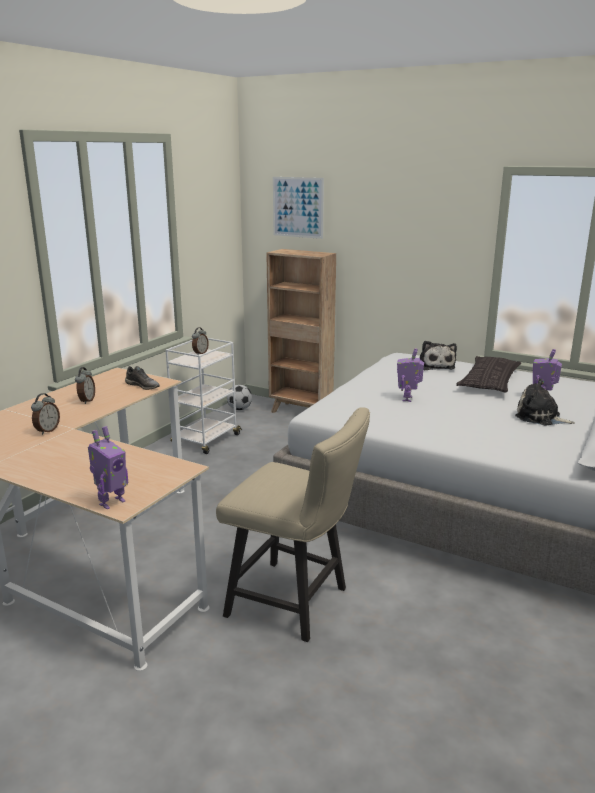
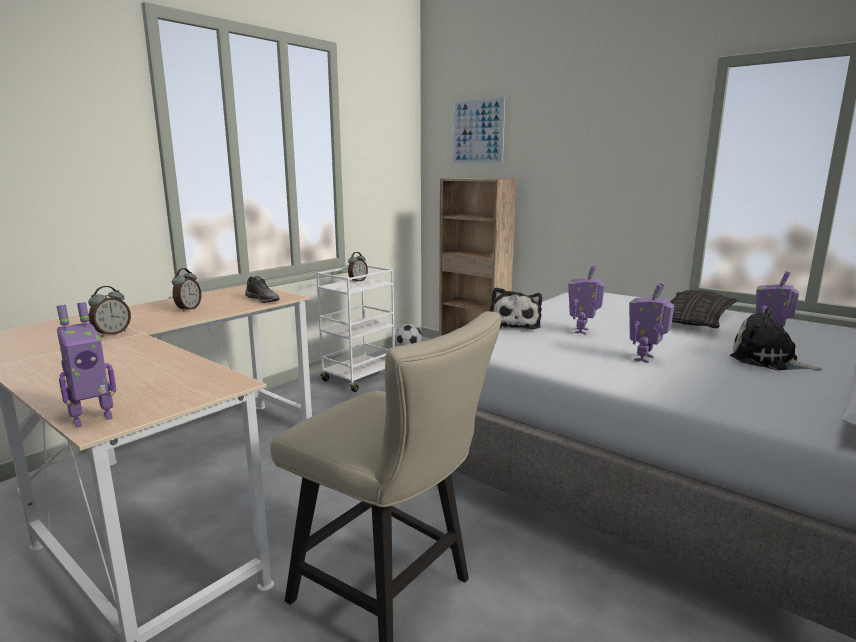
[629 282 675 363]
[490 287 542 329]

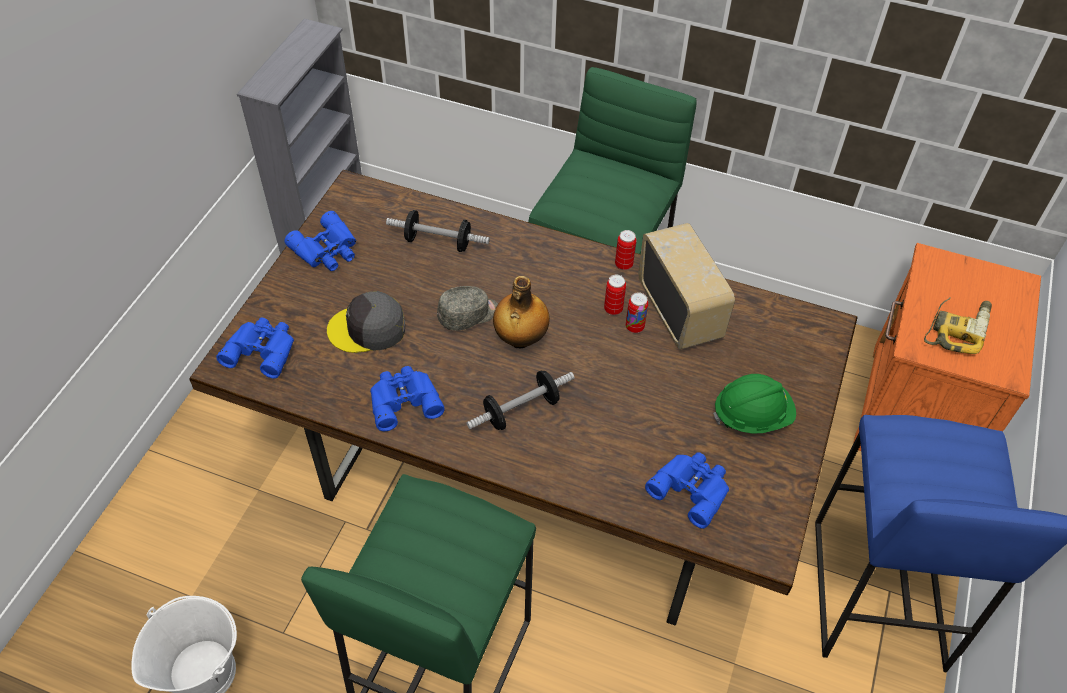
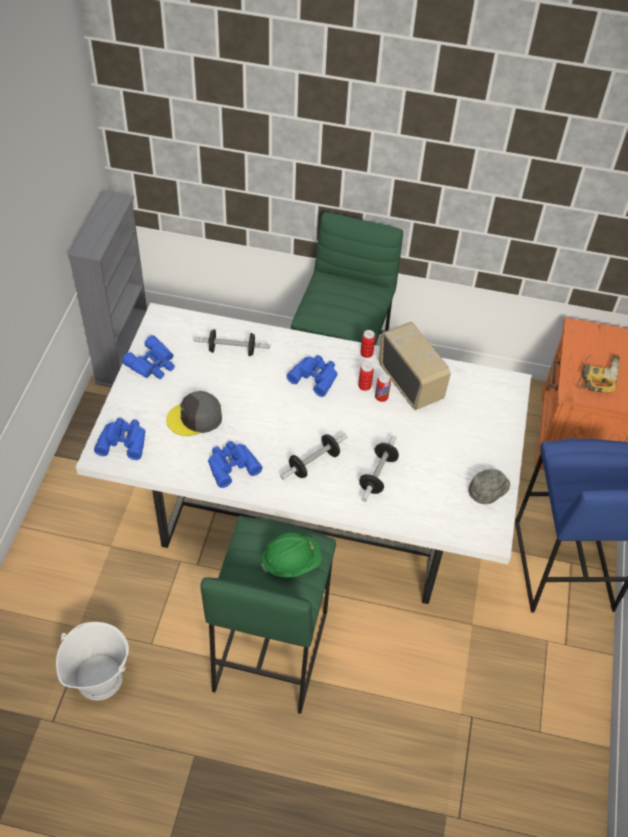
[493 276 550 349] (first image)
[359 436 399 502]
[468 469 510 504]
[286 355 338 397]
[261 532 322 577]
[76 303 531 604]

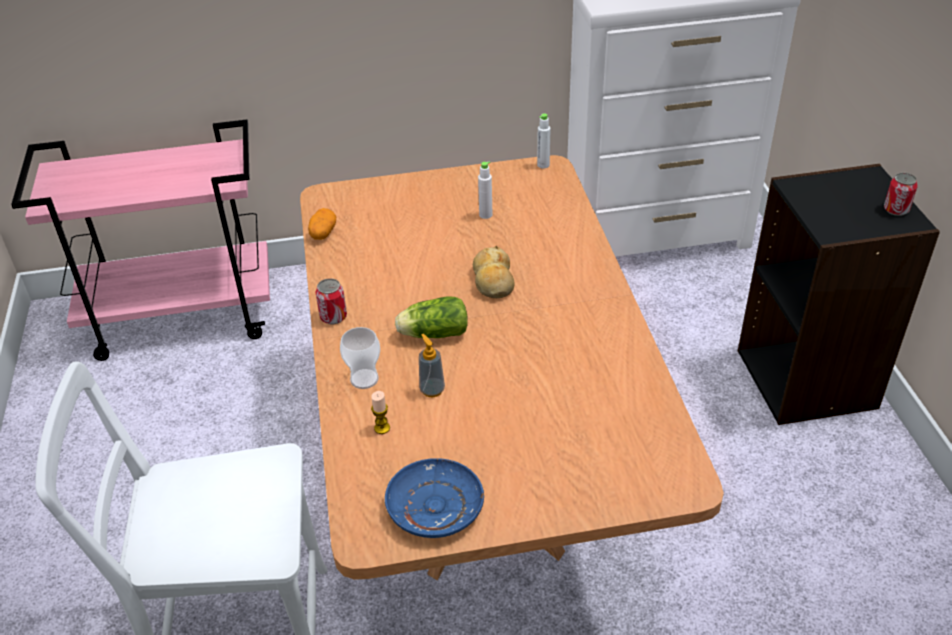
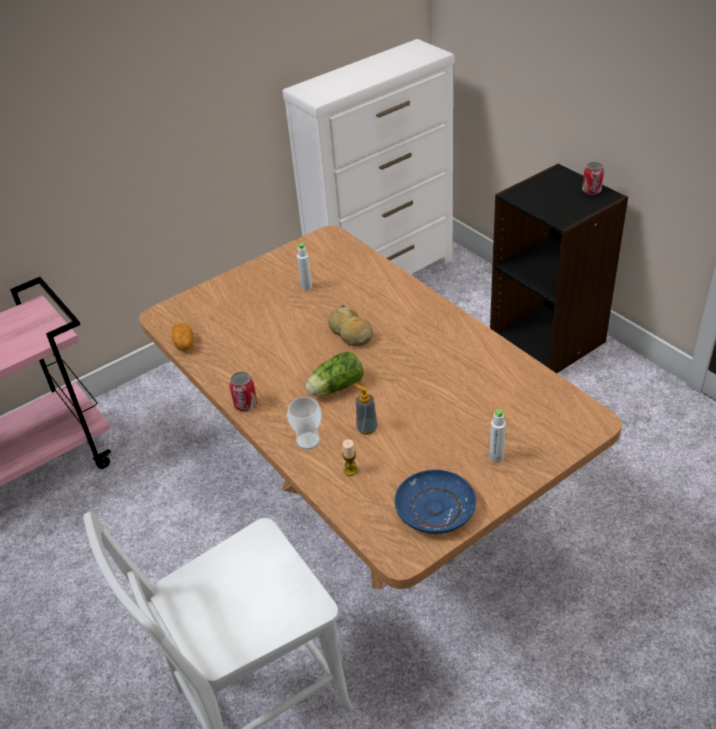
[489 409 506 463]

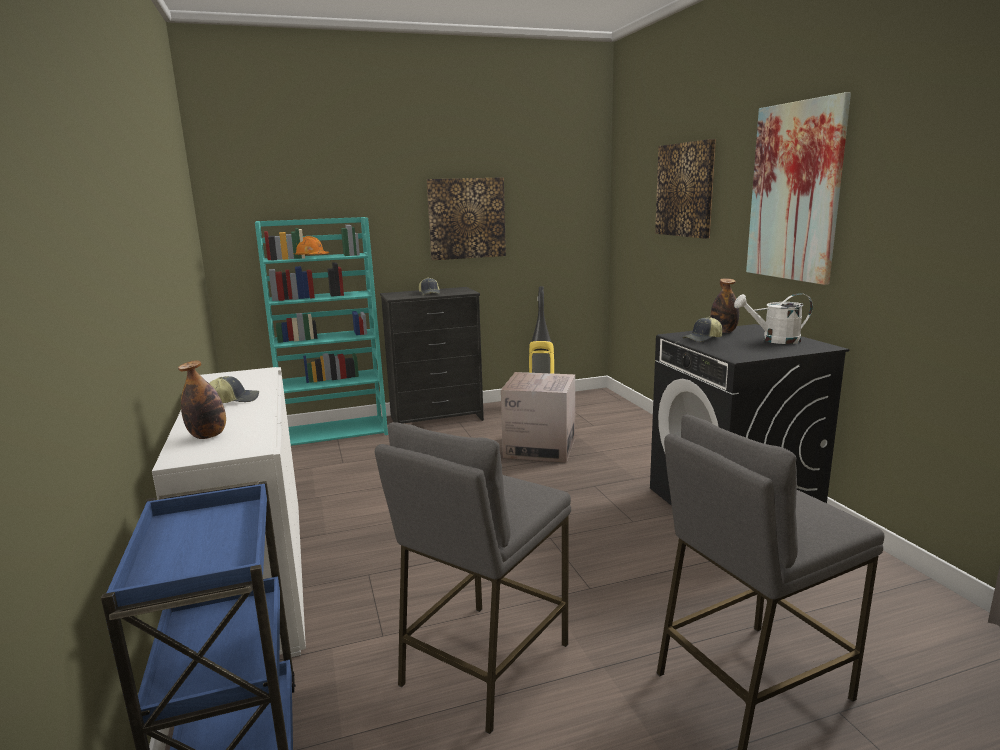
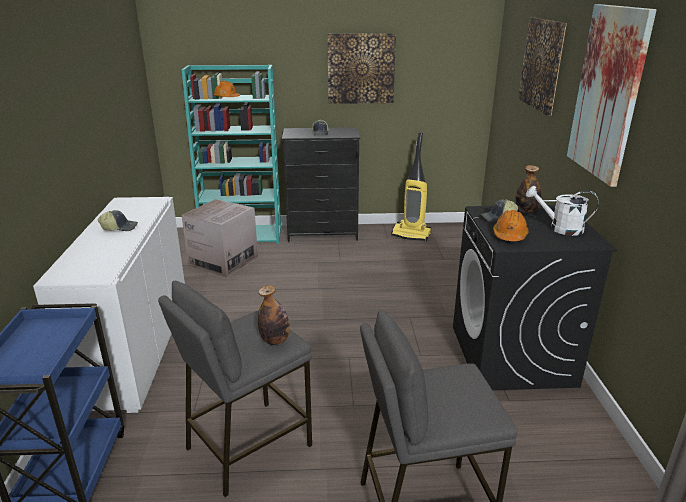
[493 210 529 241]
[258 285 290 345]
[181 199 258 277]

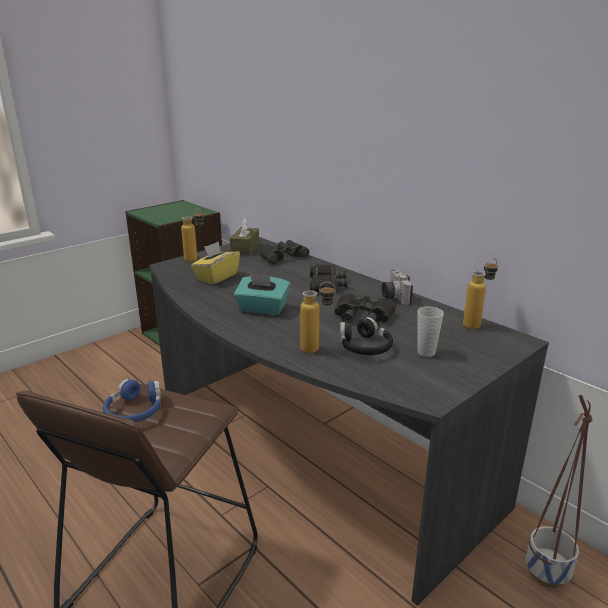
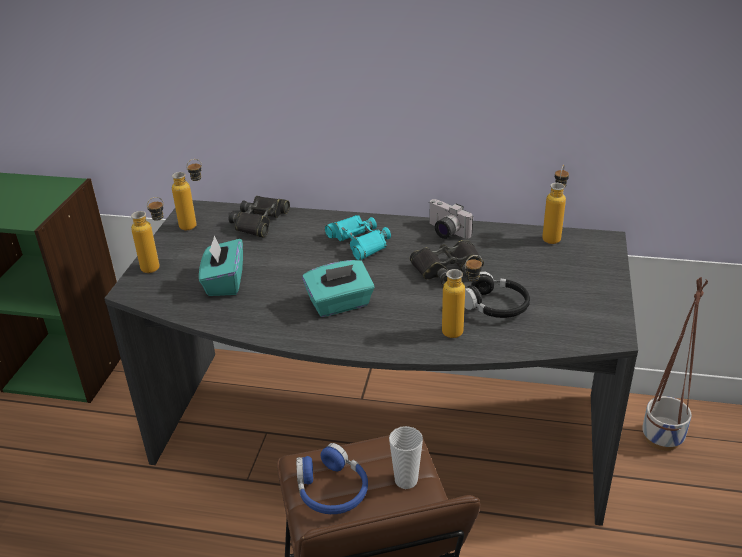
[389 426 423 489]
[172 159 202 230]
[199 236 243 296]
[325 215 391 260]

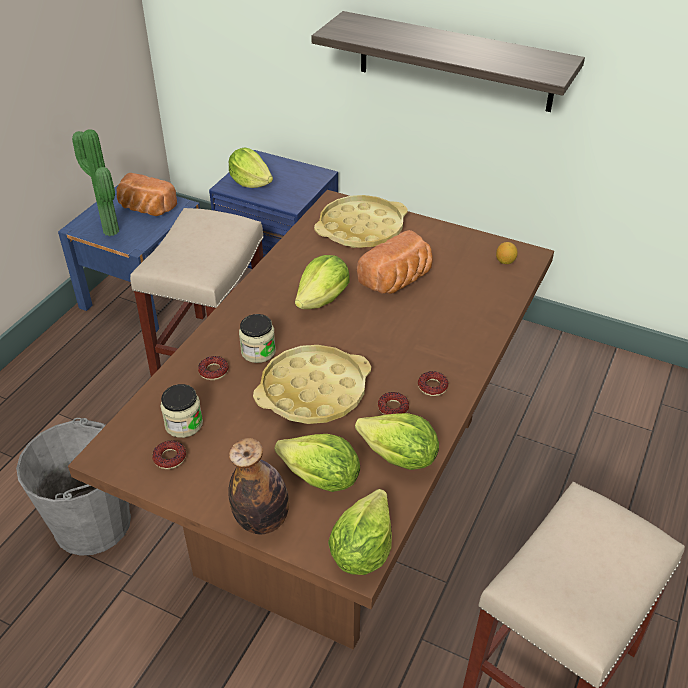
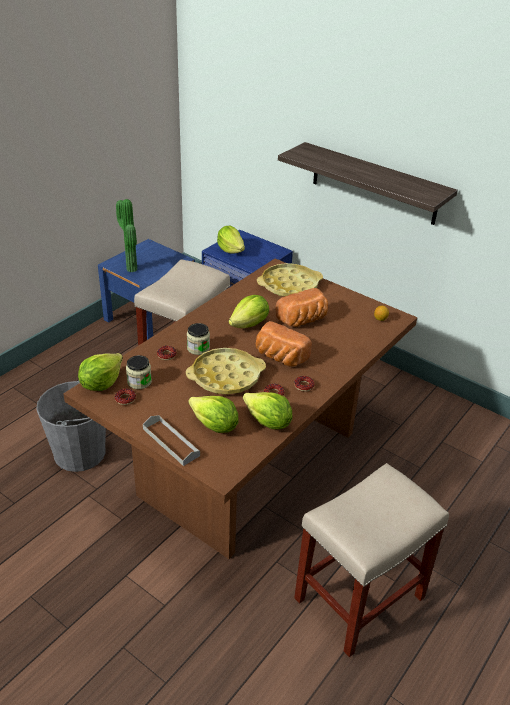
[256 321 312 367]
[78 353 123 391]
[143 415 200 466]

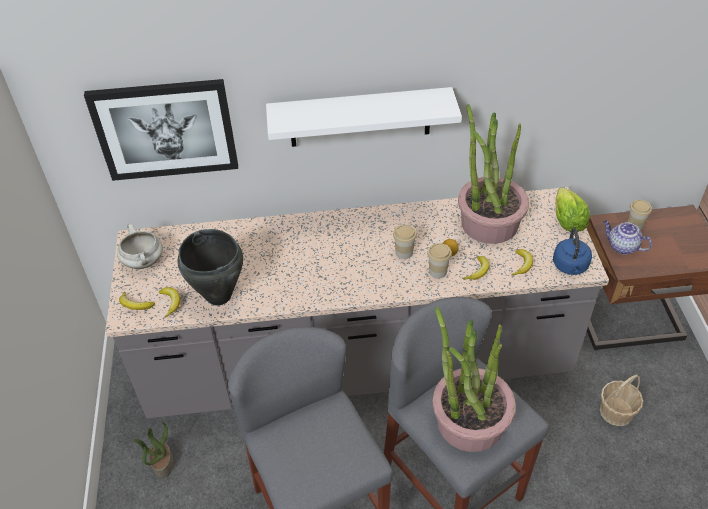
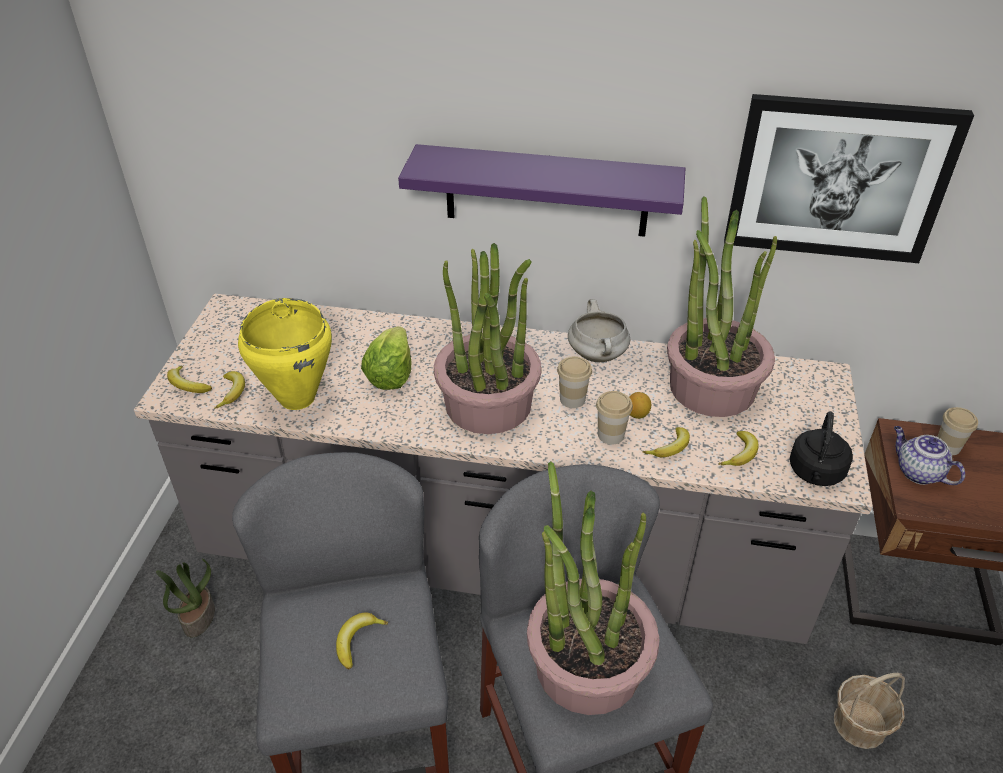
[336 612 388 669]
[434 243 541 434]
[724 94 974 263]
[568 299 630 362]
[361 326 411 390]
[238 298 332 410]
[398 144 686 237]
[790 411 853 486]

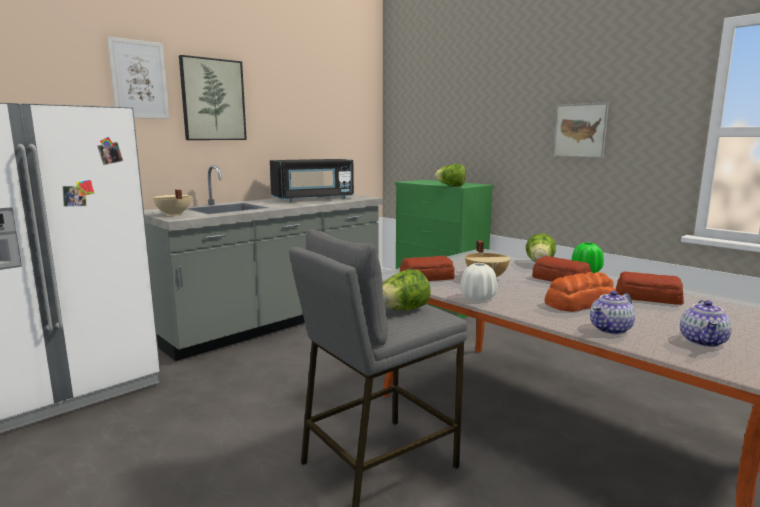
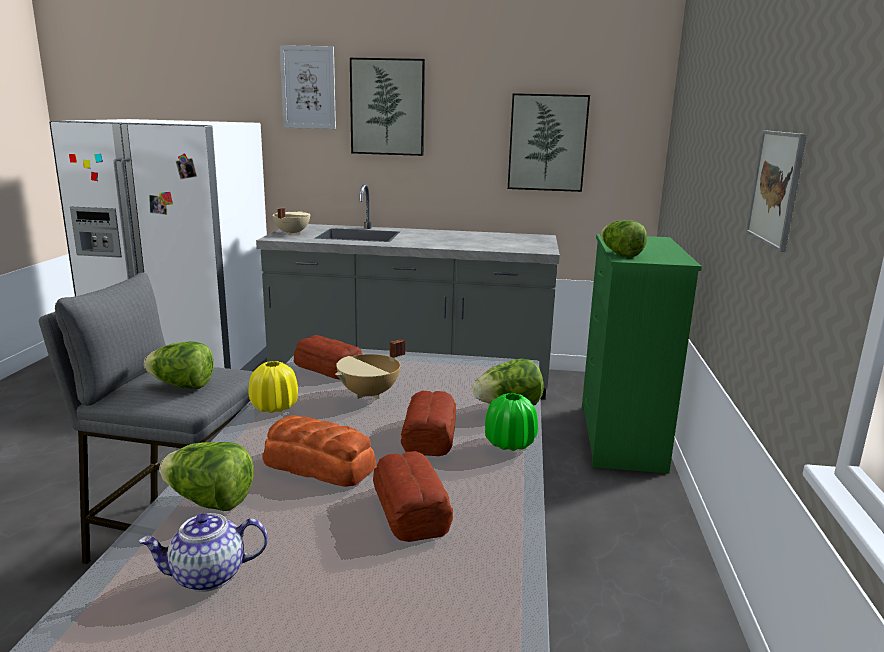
[270 159 354 202] (first image)
[508 93 590 192]
[159 442 254 511]
[248 361 298 413]

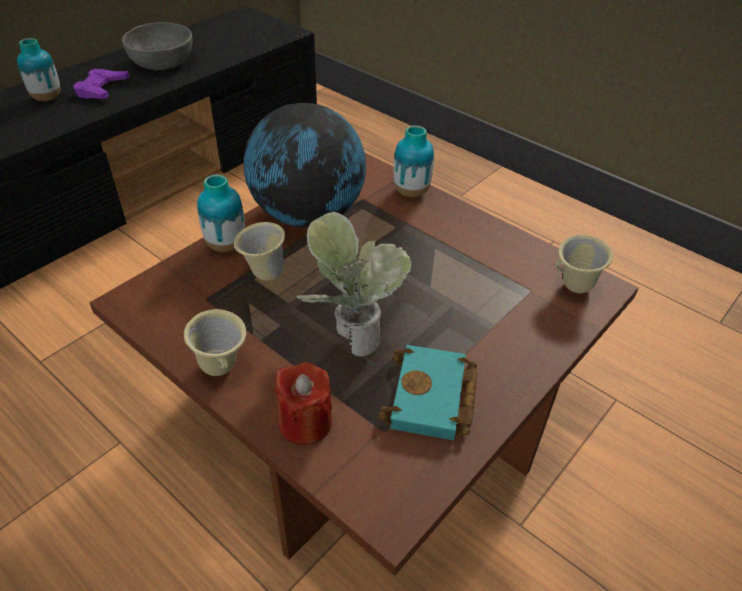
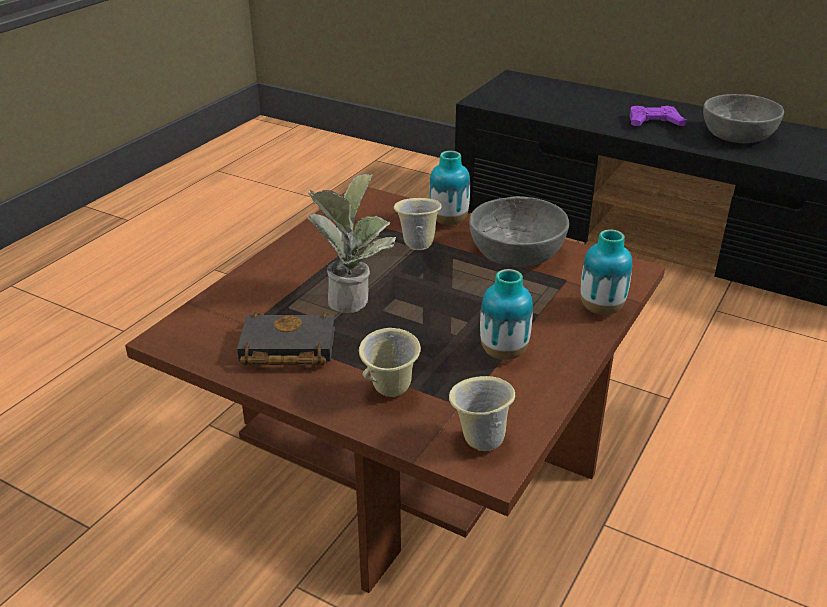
[275 362 332 445] (first image)
[480 269 533 360]
[359 328 421 397]
[469 196 569 267]
[237 312 335 365]

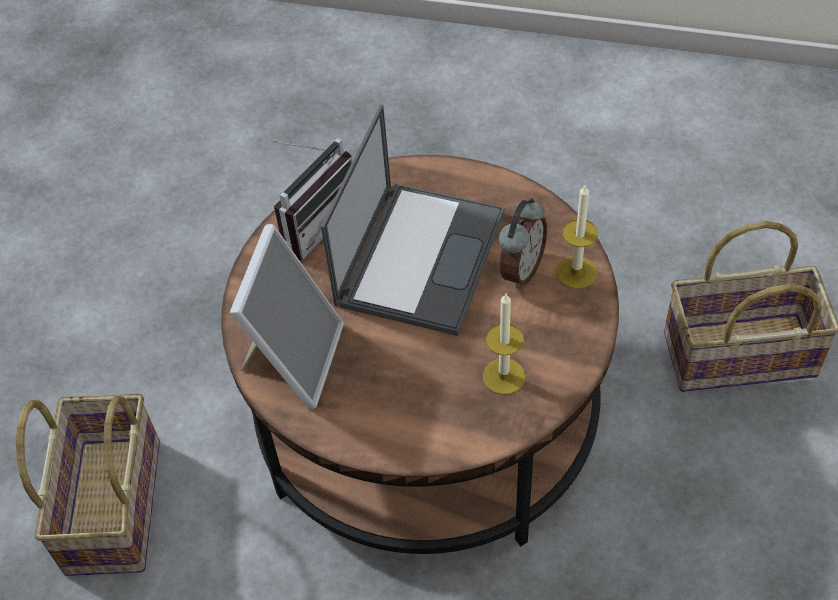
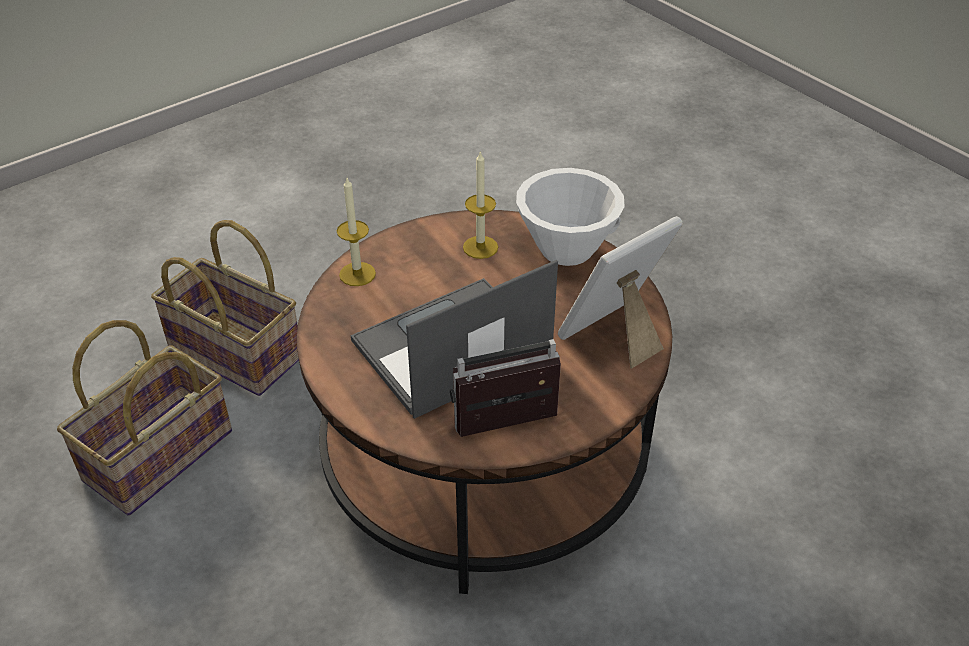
[499 198 547 288] (first image)
[516 168 625 266]
[57 320 232 516]

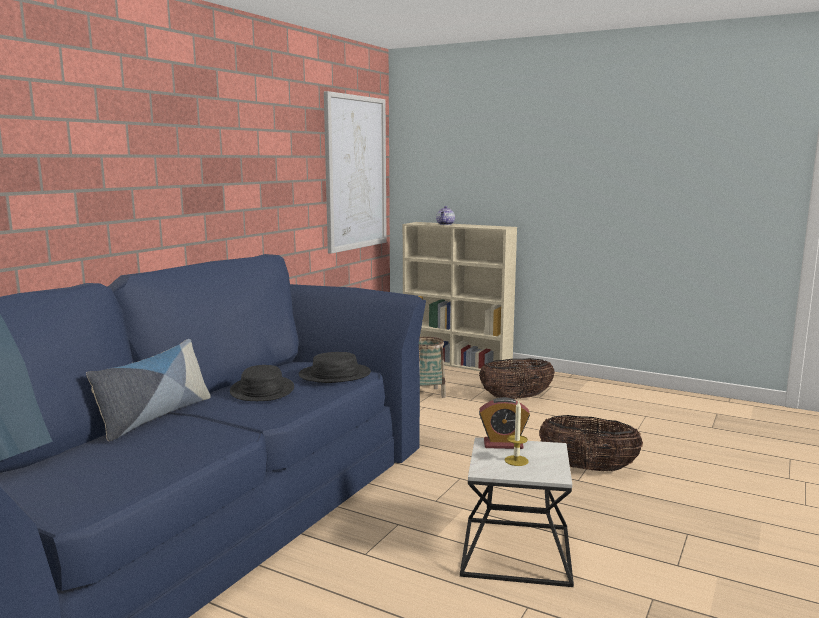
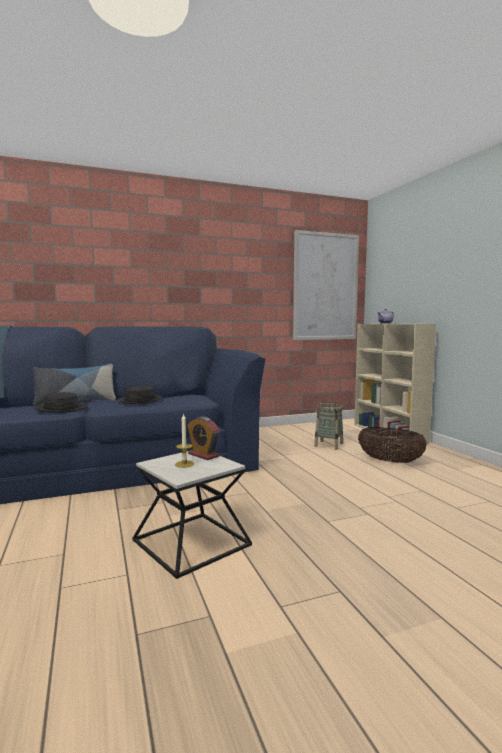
[539 415 643 471] (first image)
[34 392 88 413]

